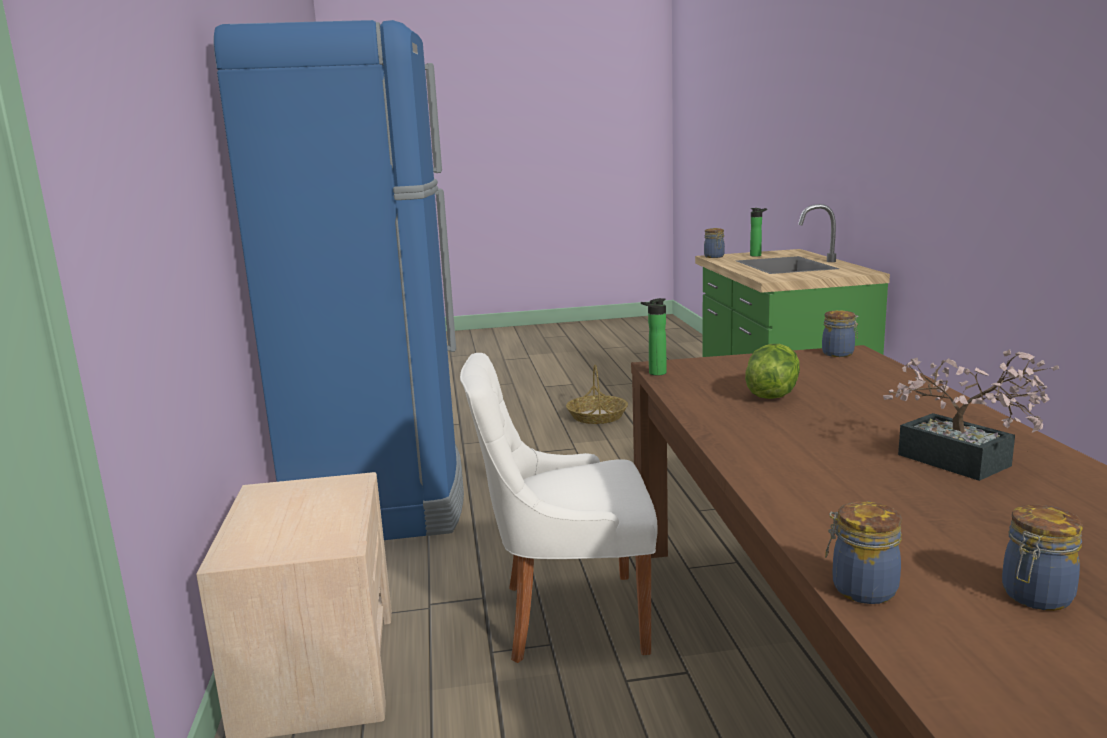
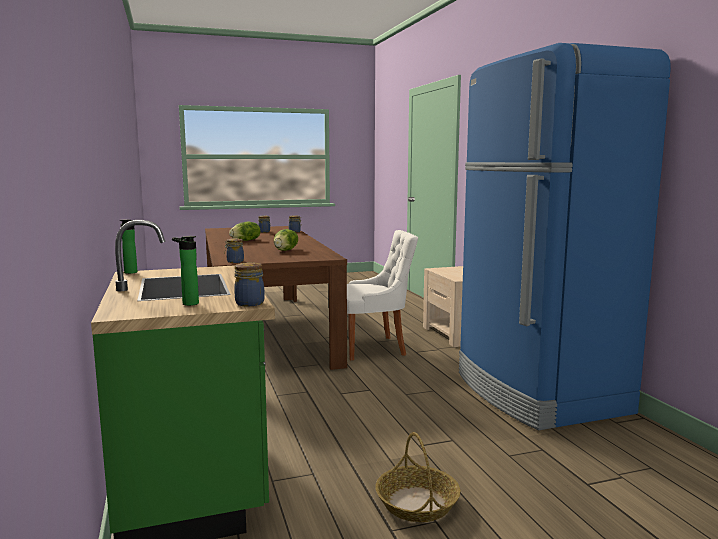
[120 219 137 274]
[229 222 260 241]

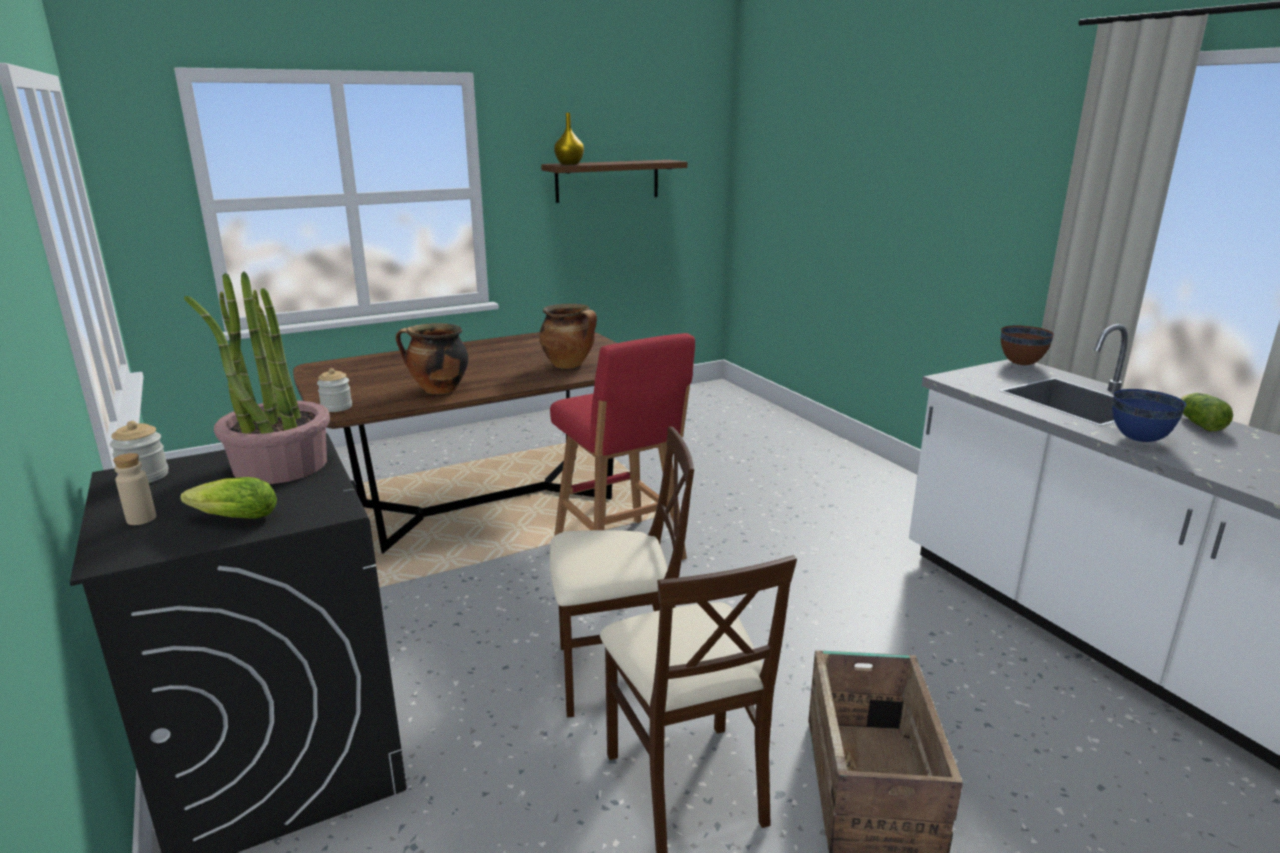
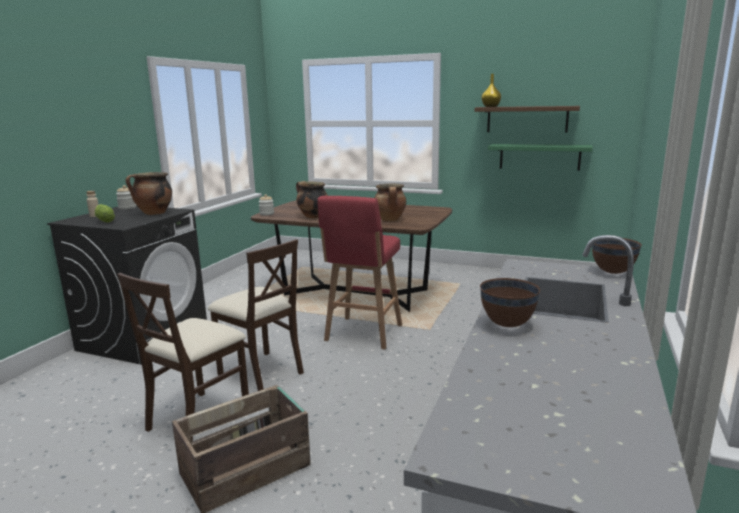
[1180 393 1233 431] (first image)
[488 144 593 171]
[126 172 172 215]
[480 278 540 327]

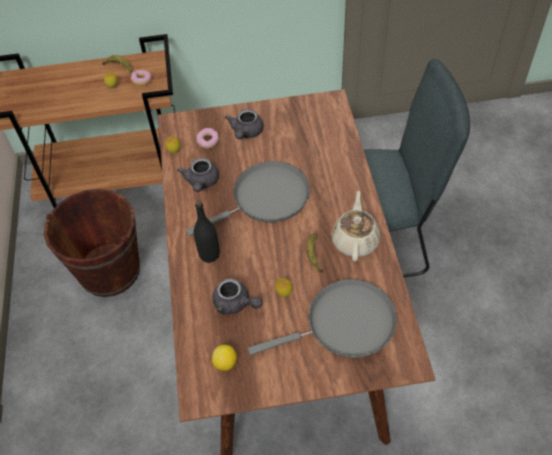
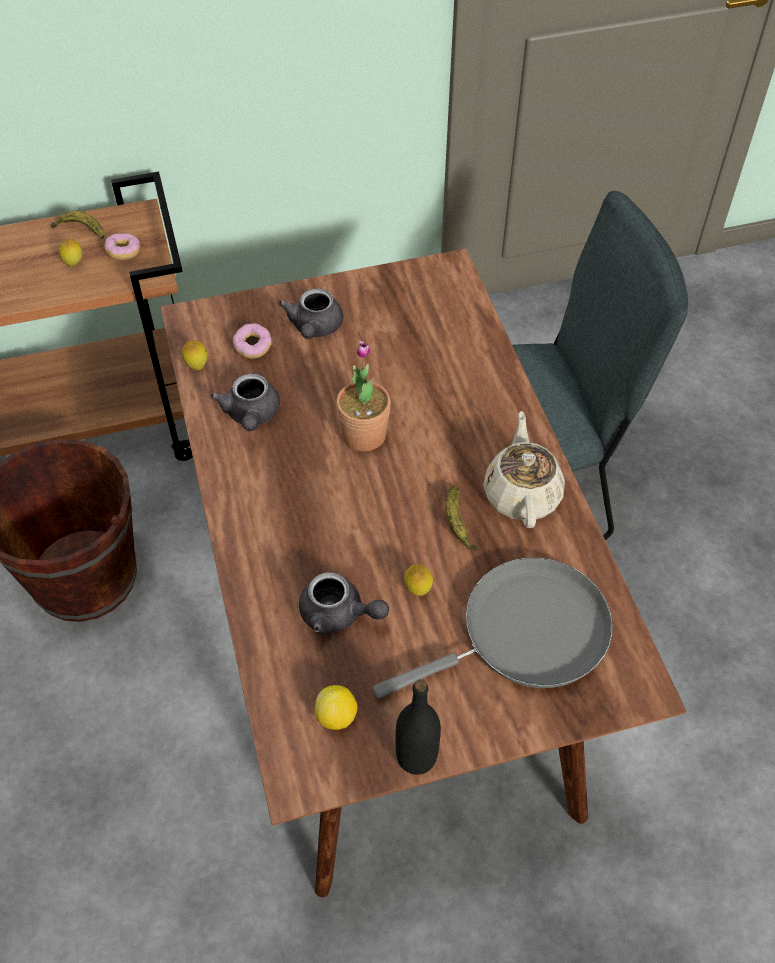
[396 679 441 775]
[336 341 391 451]

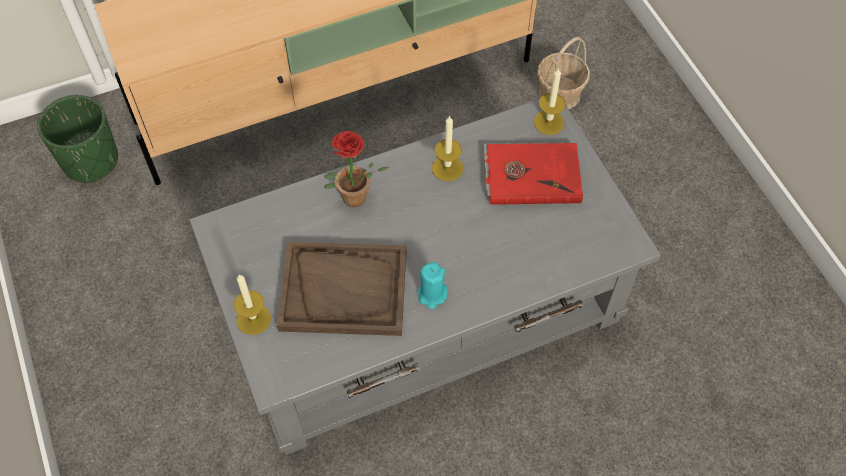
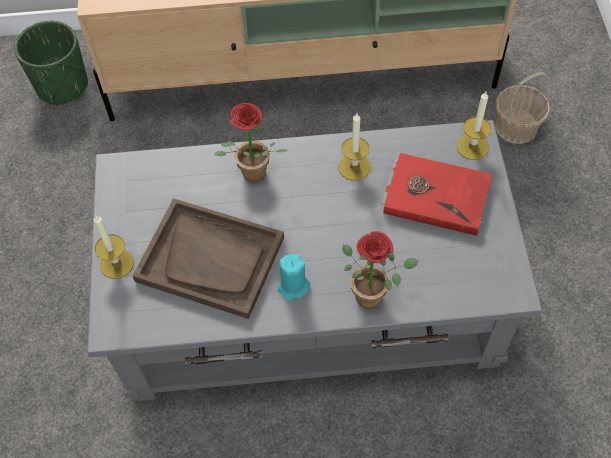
[342 231 419 309]

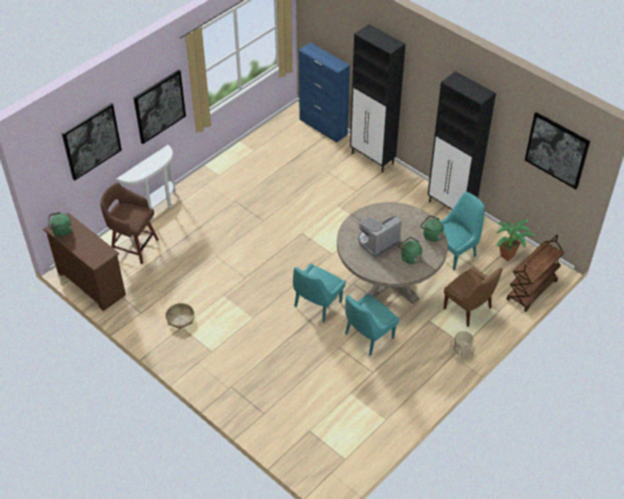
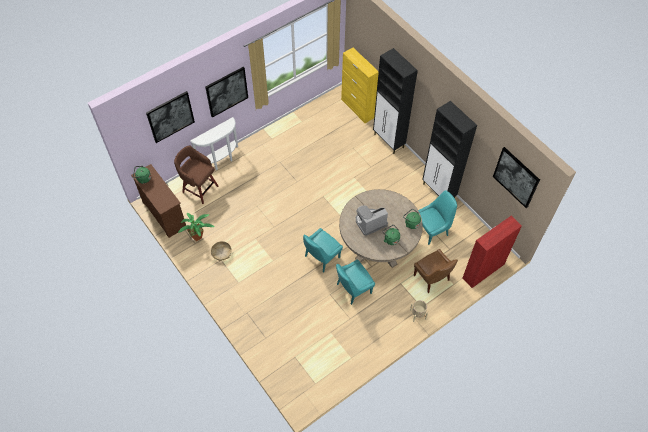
[178 213 215 241]
[463 216 522 288]
[341 48 379 123]

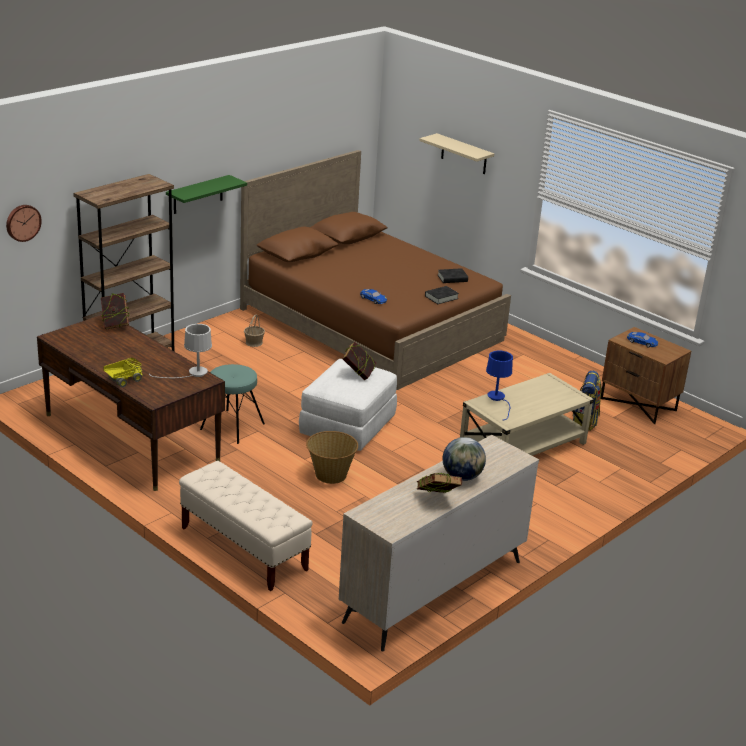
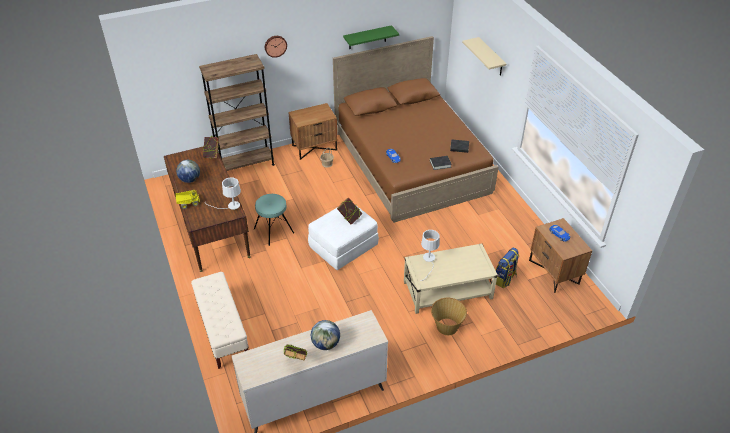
[176 160 200 183]
[289 103 338 160]
[265 36 287 58]
[343 25 399 49]
[431 298 467 335]
[420 230 440 281]

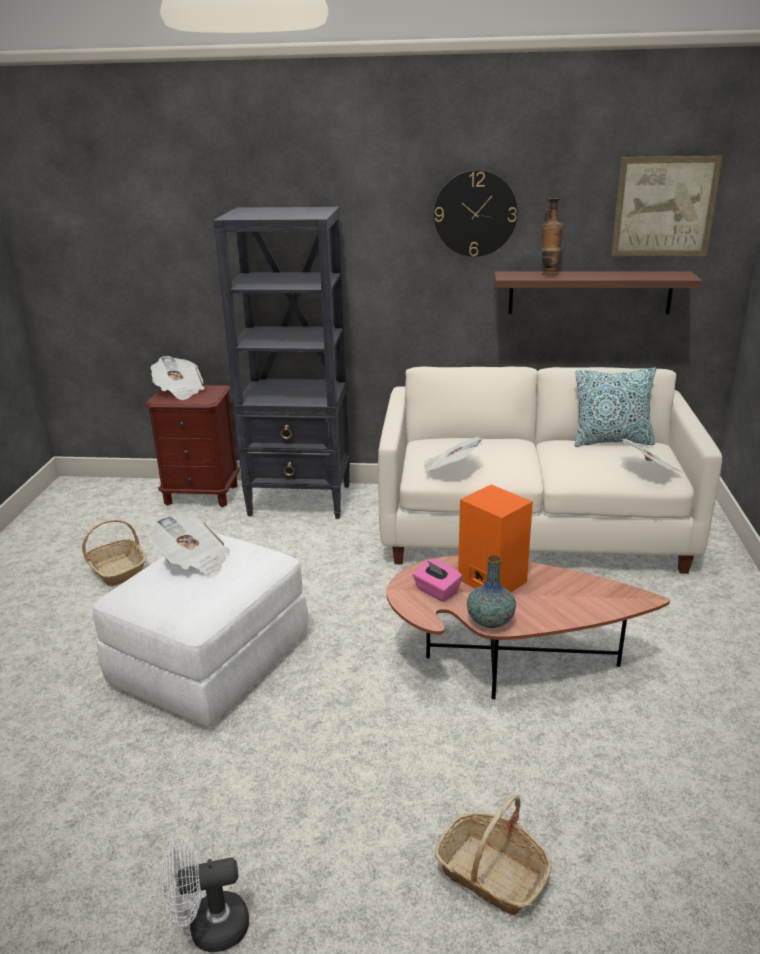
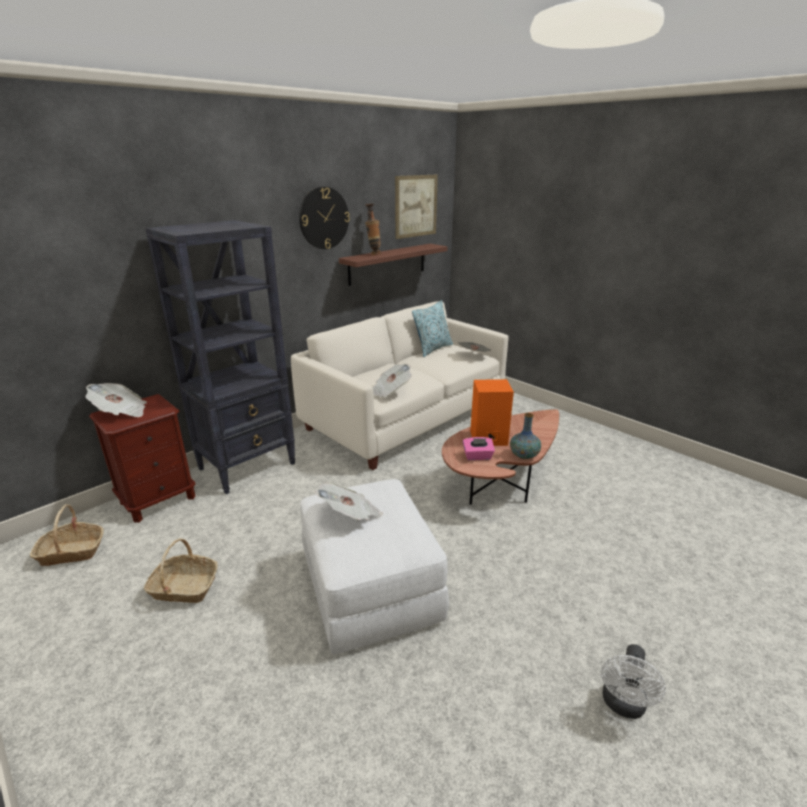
[30 504 104 566]

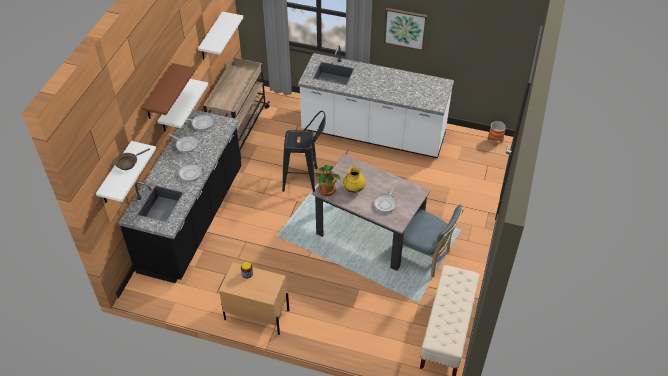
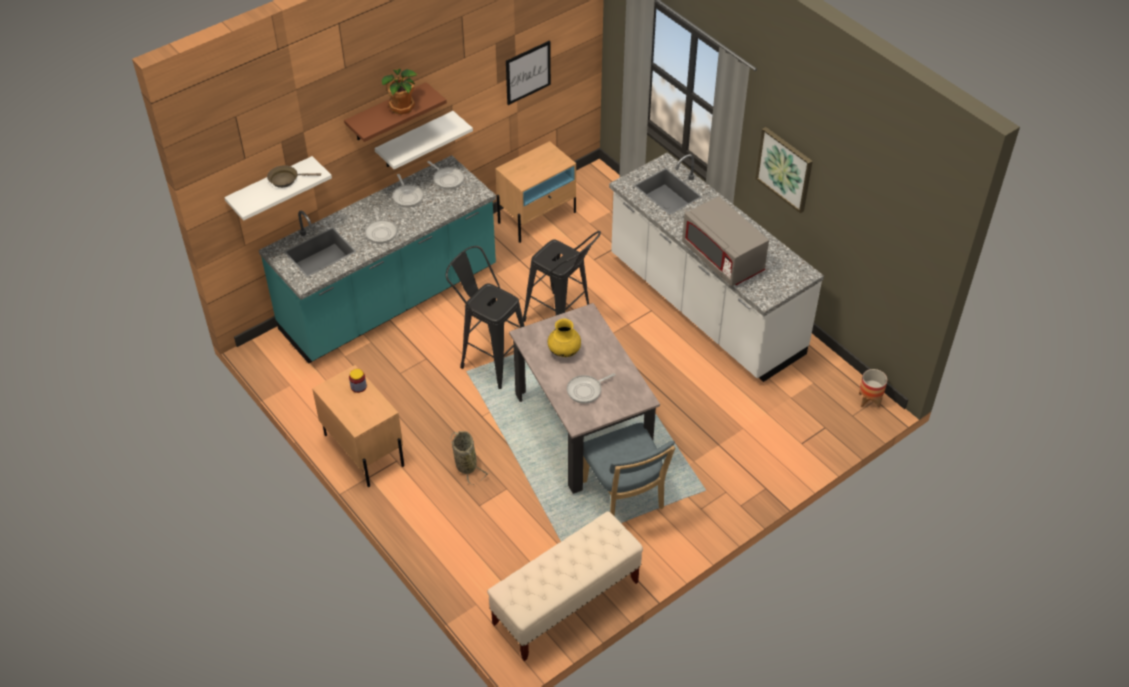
[446 246 525 389]
[450 431 488 485]
[682 196 769 286]
[382 69 417 115]
[506 41 551 105]
[495 141 576 243]
[259 155 496 364]

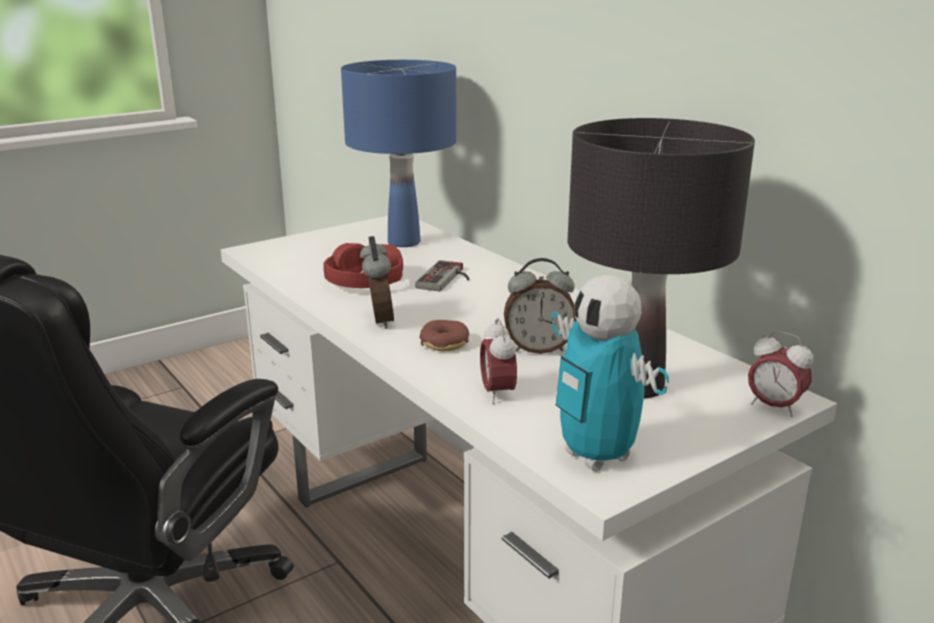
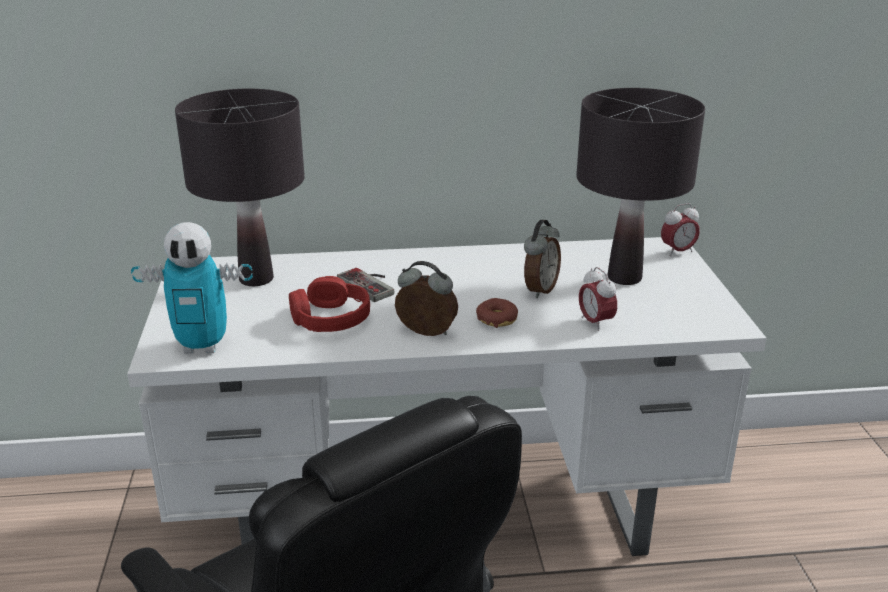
[131 222 253 354]
[175 89 305 286]
[579 267 617 332]

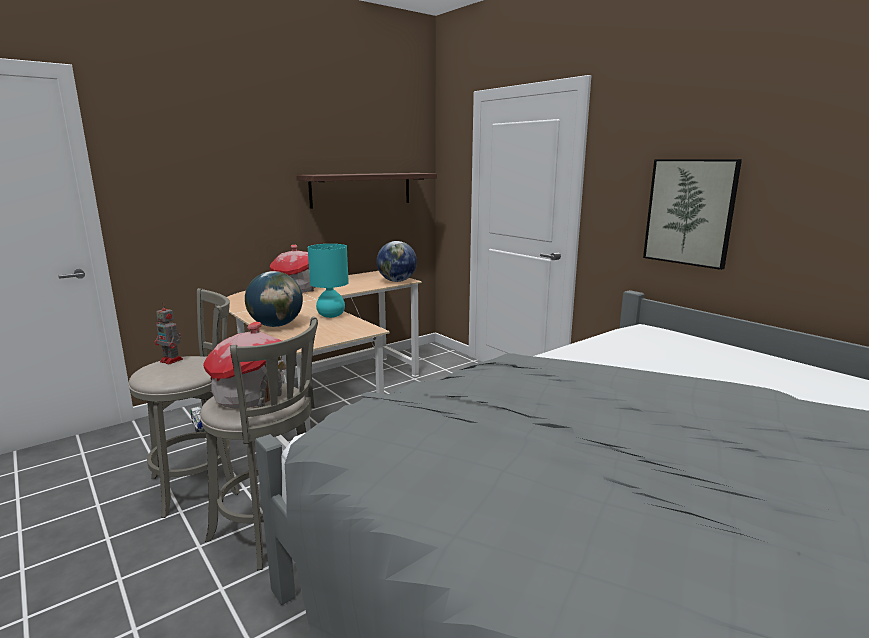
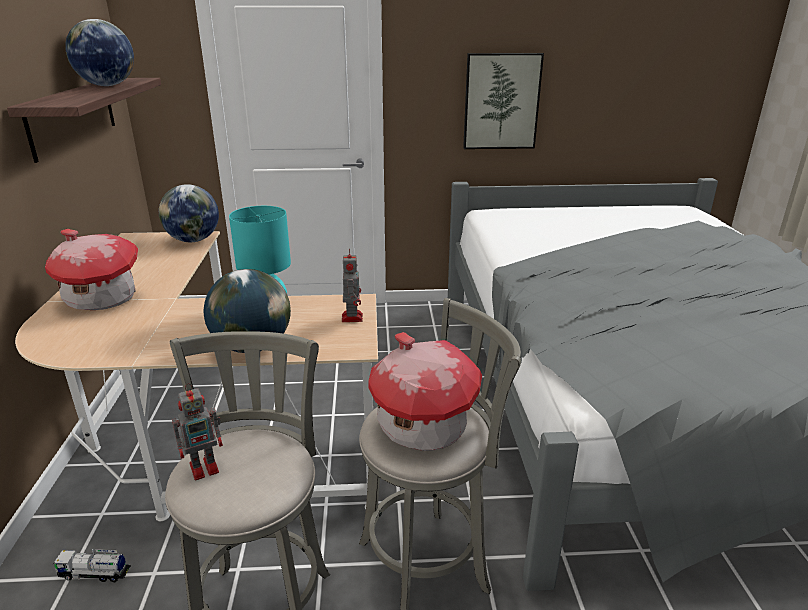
[65 19 134 86]
[342 248 363 322]

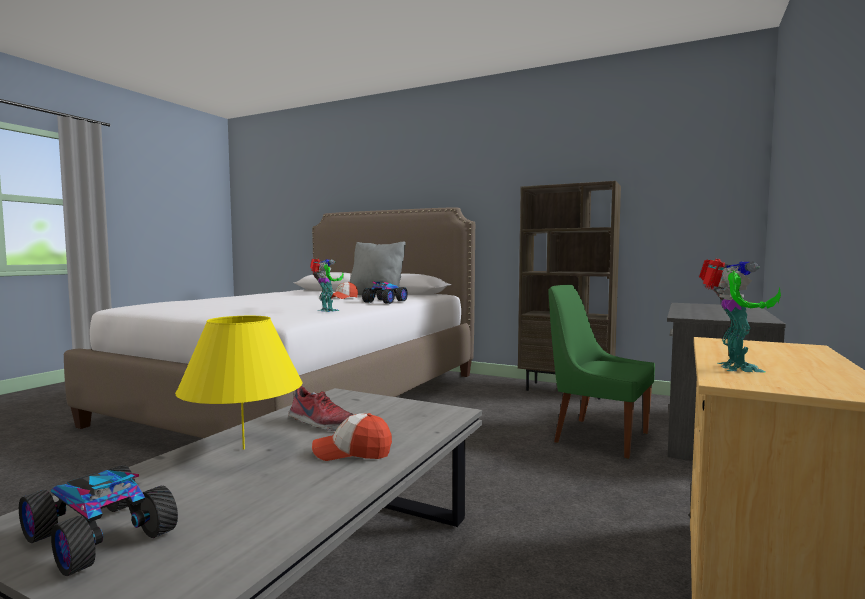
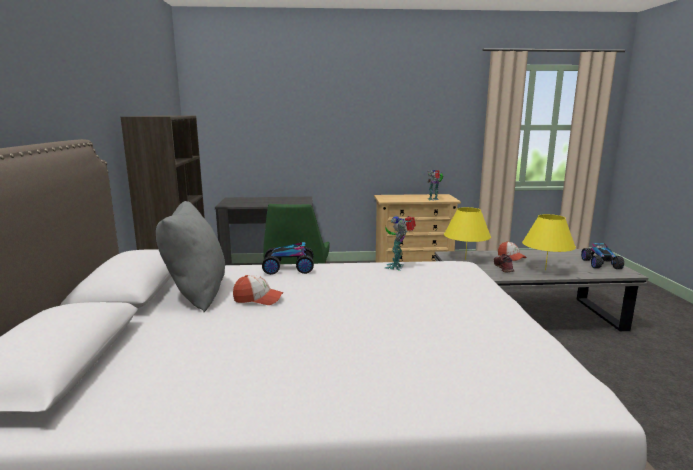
[444 207 491 260]

